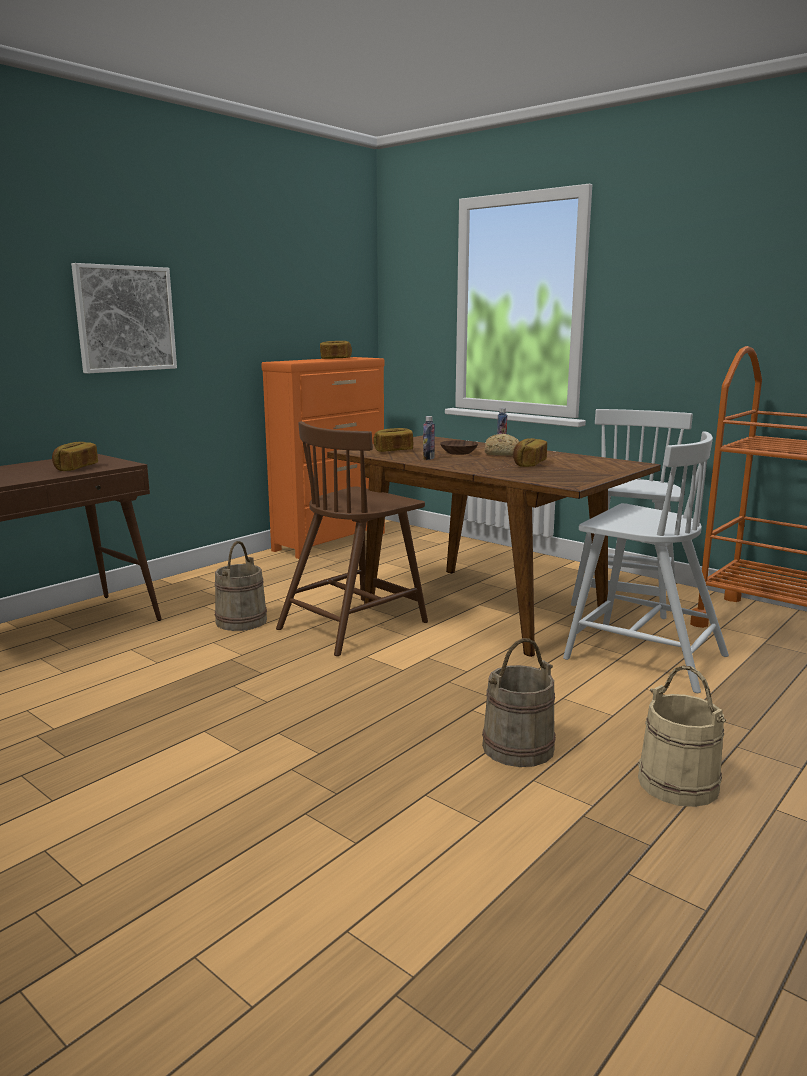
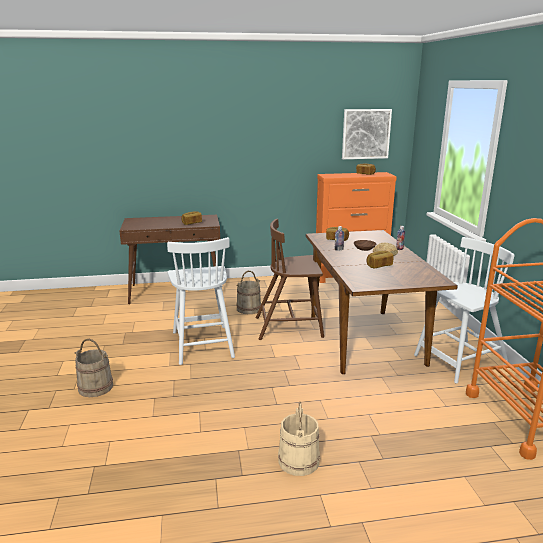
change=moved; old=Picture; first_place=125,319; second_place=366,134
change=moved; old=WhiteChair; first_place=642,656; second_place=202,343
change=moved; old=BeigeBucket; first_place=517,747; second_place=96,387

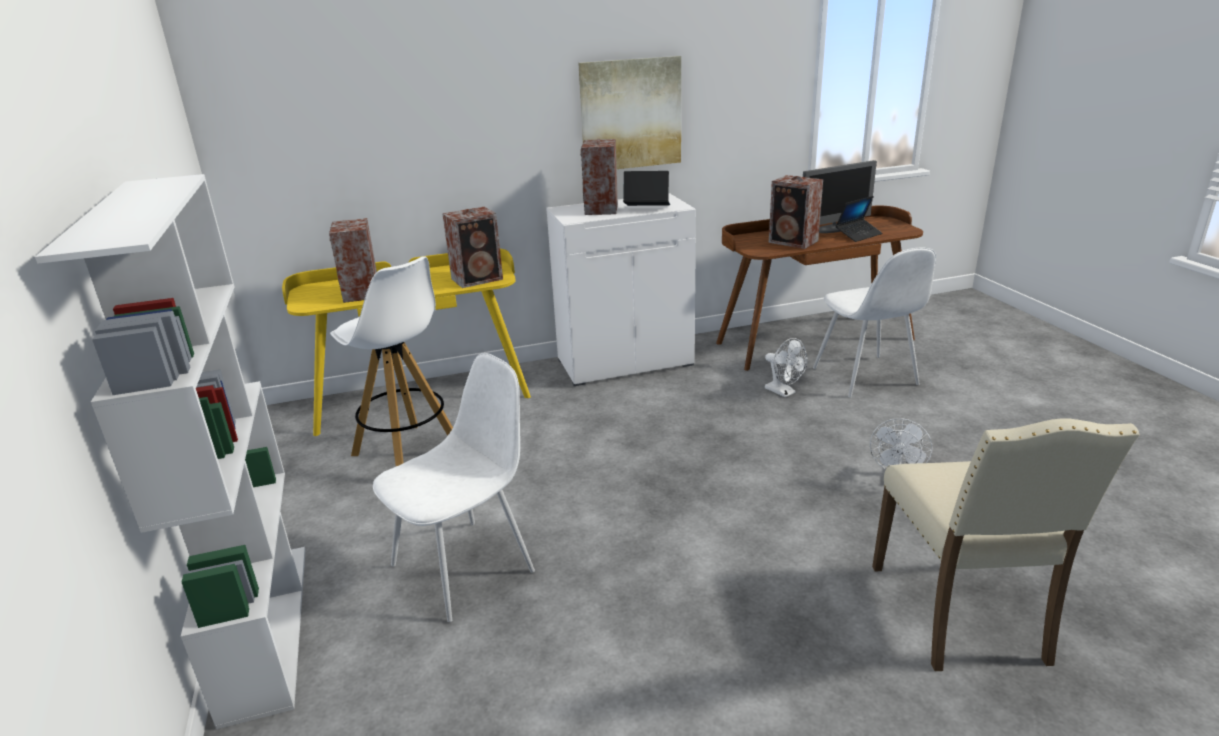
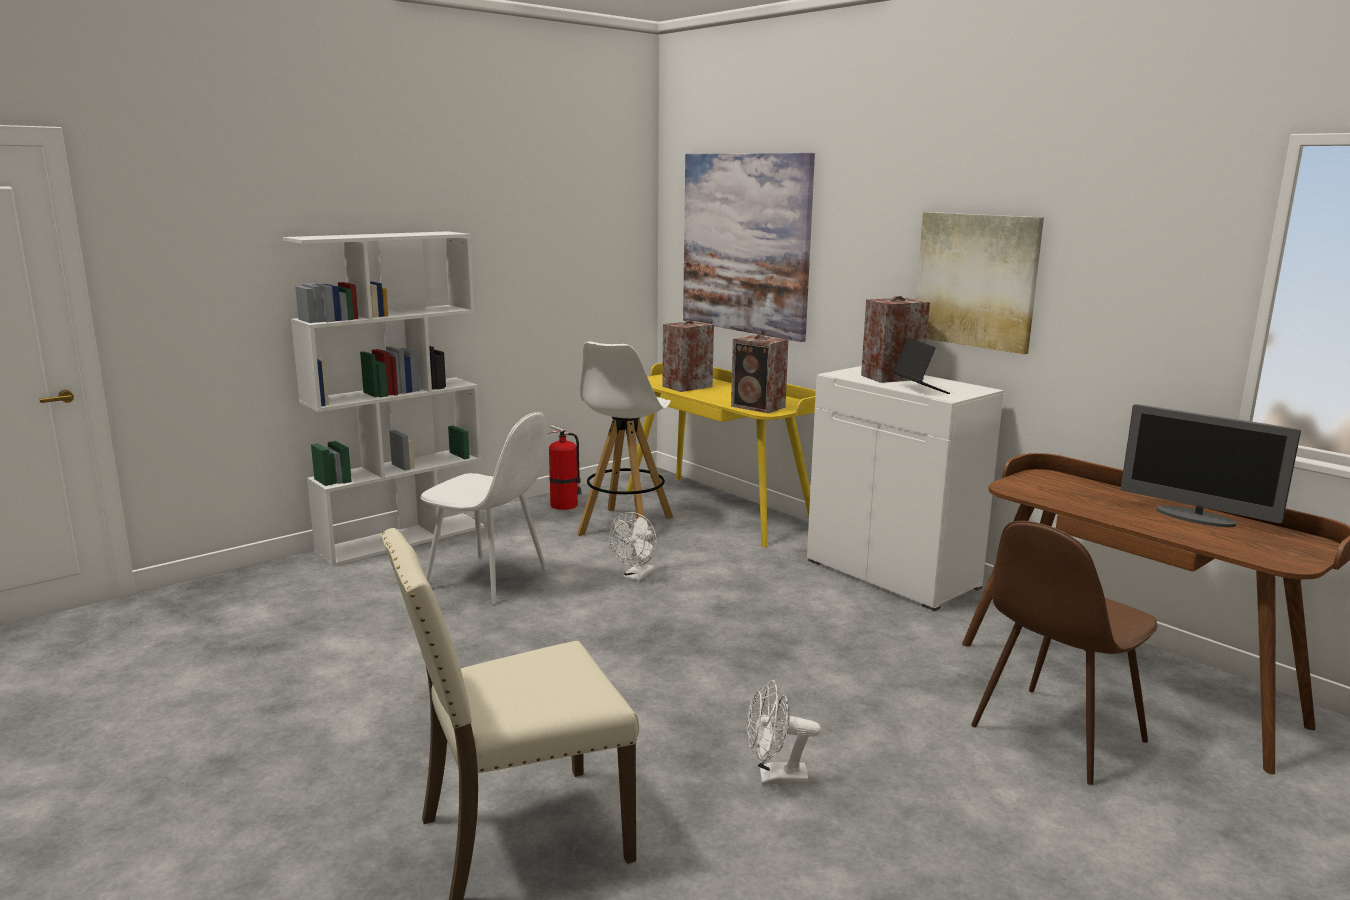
change=removed; old=Speaker; first_place=794,242
change=removed; old=Laptop; first_place=858,235
change=recoloured; old=WhiteChair; new=BrownChair; first_place=866,377; second_place=1055,735
change=moved; old=WhiteFan; first_place=784,392; second_place=636,576
change=added; new=Picture; second_place=745,244
change=added; new=FireExtinguisher; second_place=565,505

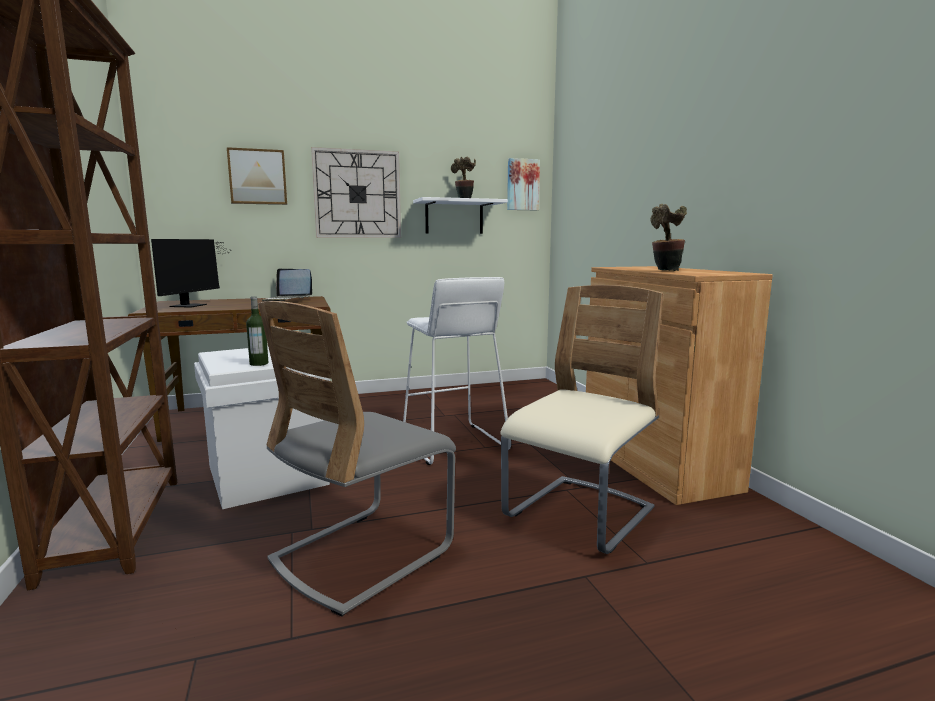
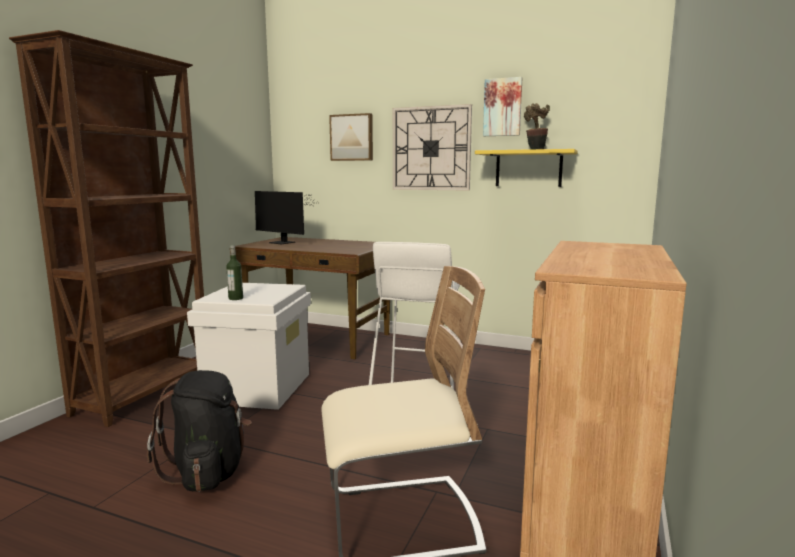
change=moved; old=Picture; first_place=522,185; second_place=502,107
change=recoloured; old=WhiteShelf; new=YellowShelf; first_place=454,217; second_place=528,169
change=removed; old=PottedPlant; first_place=665,271
change=turned; old=Monitor; first_place=192,305; second_place=283,243; degrees=75
change=removed; old=Laptop; first_place=287,299
change=replaced; old=GreyChair; new=BlackBackpack; first_place=362,554; second_place=208,472

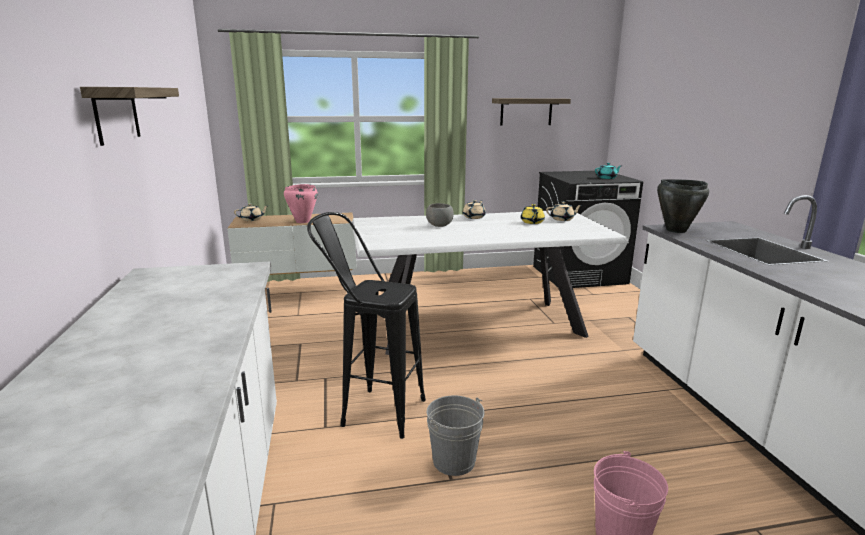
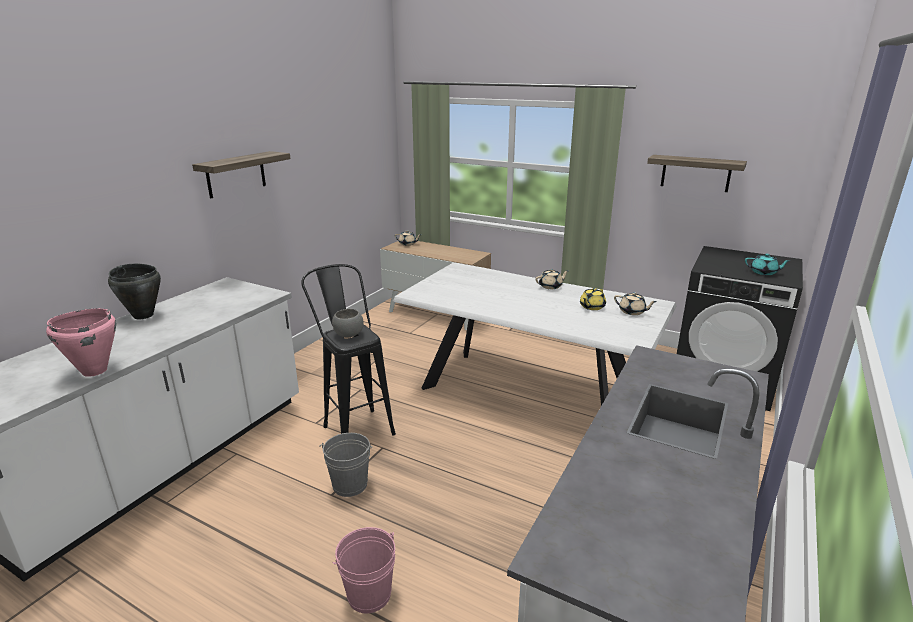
change=moved; old=BlackCookingPot; first_place=675,230; second_place=143,315
change=moved; old=PinkCookingPot; first_place=302,221; second_place=94,371
change=moved; old=GreyBowl; first_place=439,226; second_place=348,335

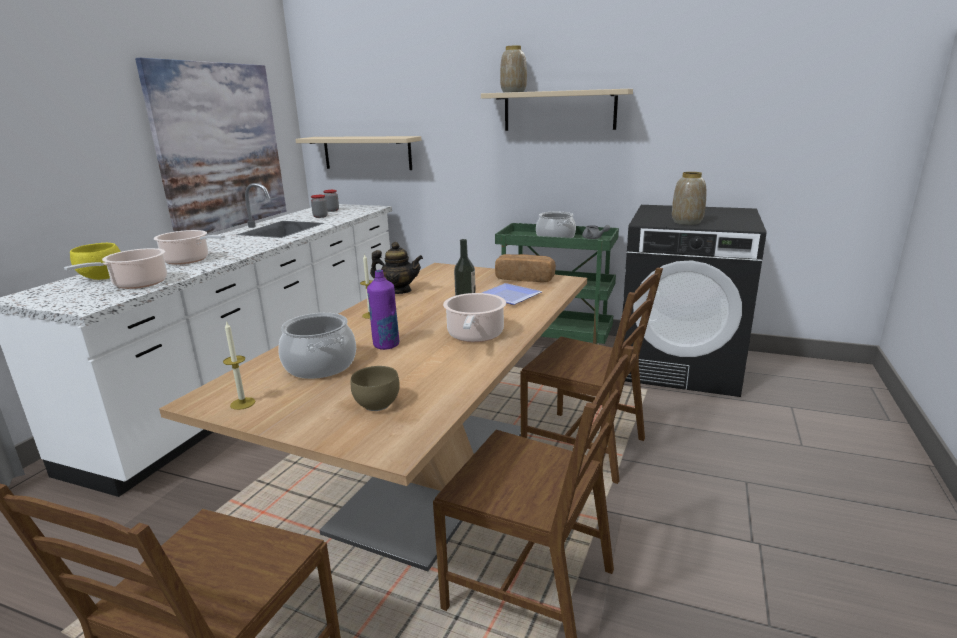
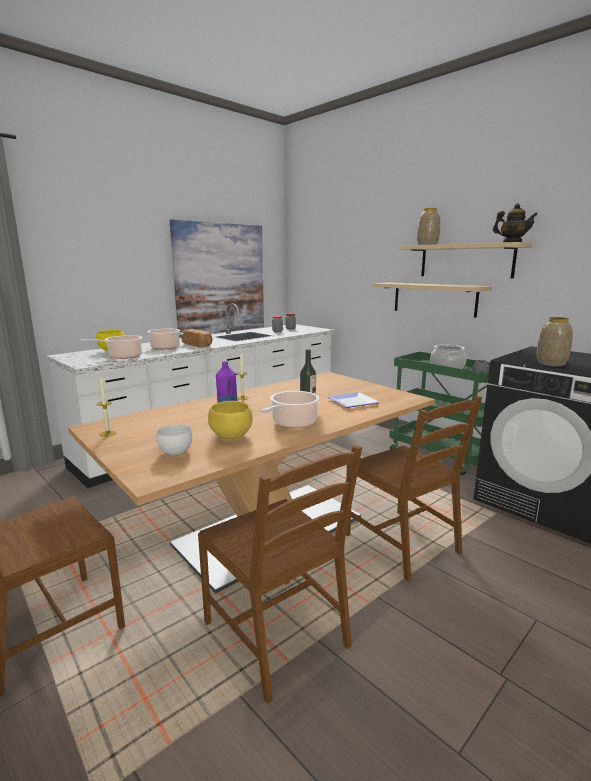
change=moved; old=BeigeShelf; first_place=367,153; second_place=434,299
change=moved; old=Teapot; first_place=398,291; second_place=512,242
change=moved; old=Bread; first_place=525,278; second_place=197,345
change=removed; old=CookingPot; first_place=321,365
change=recoloured; old=BrownBowl; new=WhiteBowl; first_place=377,403; second_place=176,451
change=added; new=YellowBowl; second_place=232,436

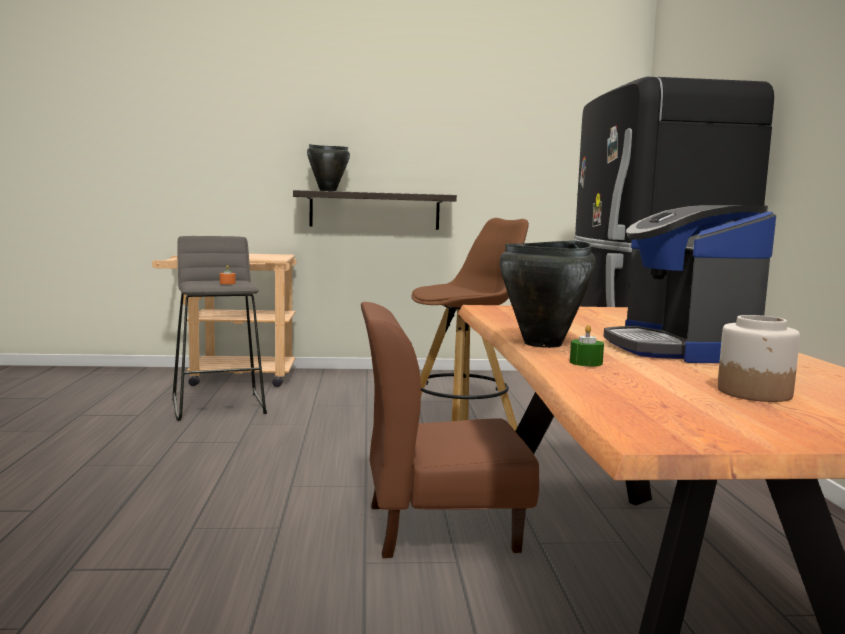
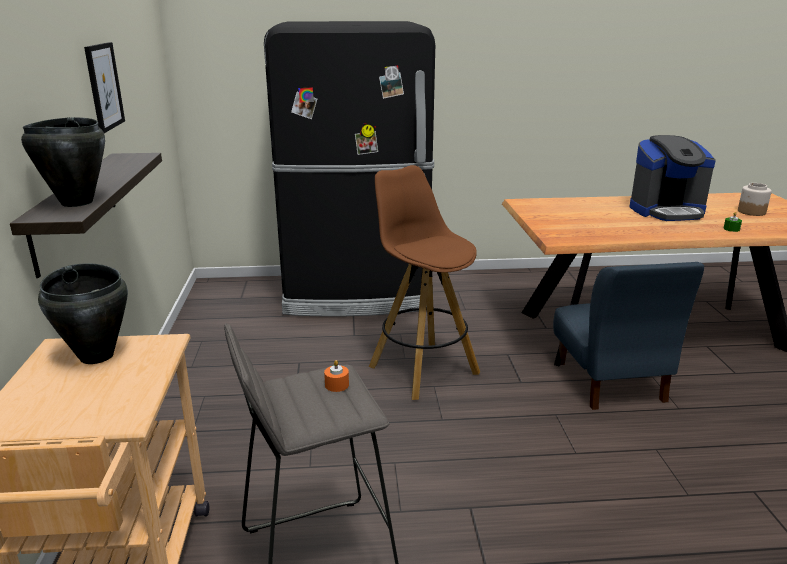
change=moved; old=BlackCookingPot; first_place=544,344; second_place=97,355
change=recoloured; old=BrownChair; new=BlueChair; first_place=439,527; second_place=610,382
change=added; new=Picture; second_place=104,86

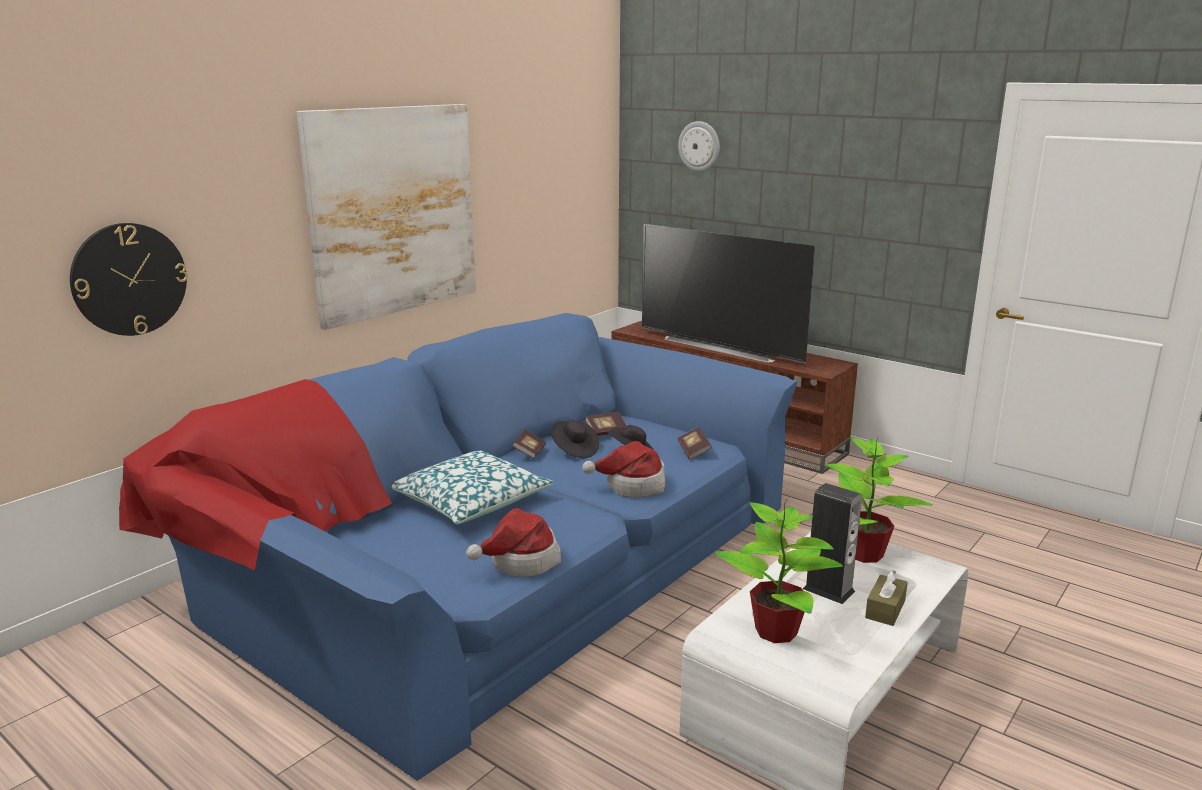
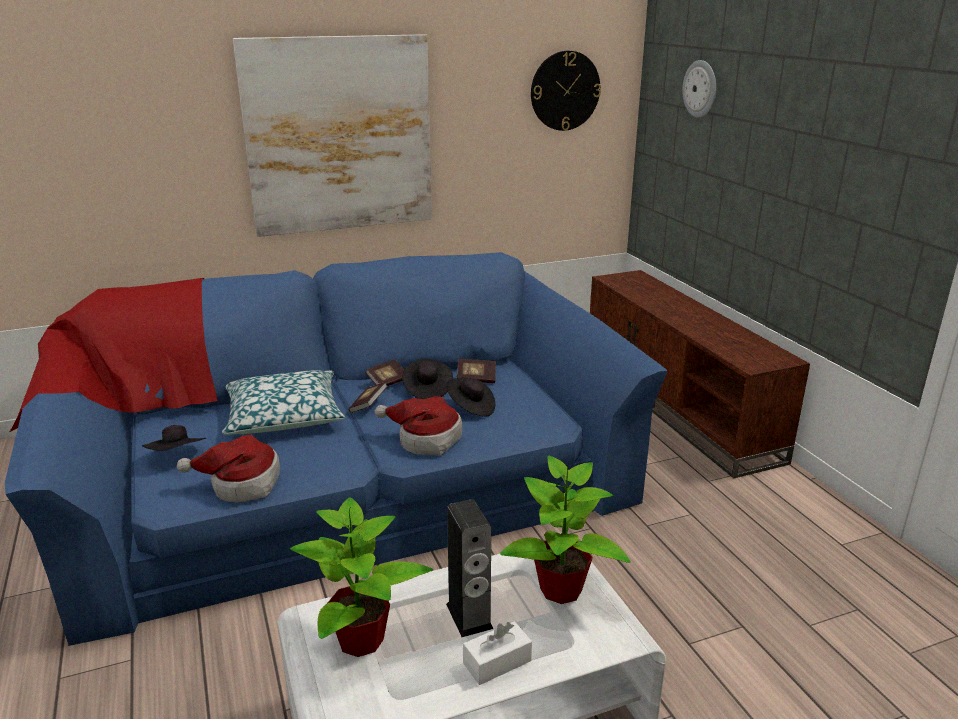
change=moved; old=WallClock; first_place=129,279; second_place=565,91
change=removed; old=Television; first_place=722,346
change=moved; old=Book; first_place=693,451; second_place=368,405
change=recoloured; old=BrownTissueBox; new=WhiteTissueBox; first_place=885,609; second_place=497,662
change=added; new=BlackHat; second_place=178,456

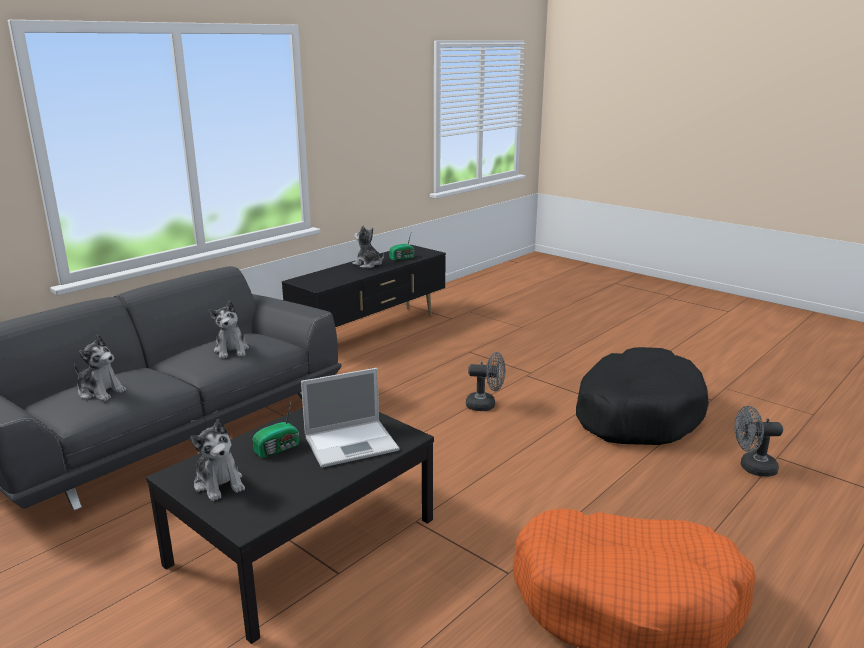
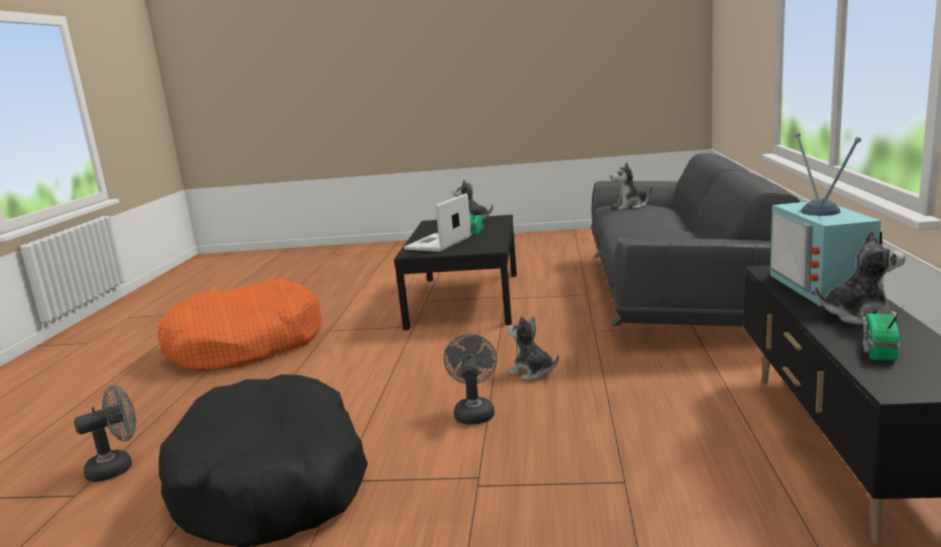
change=moved; old=PlushToy; first_place=232,350; second_place=532,372
change=turned; old=GreyFan; first_place=485,405; second_place=474,412; degrees=120
change=added; new=Television; second_place=825,287

